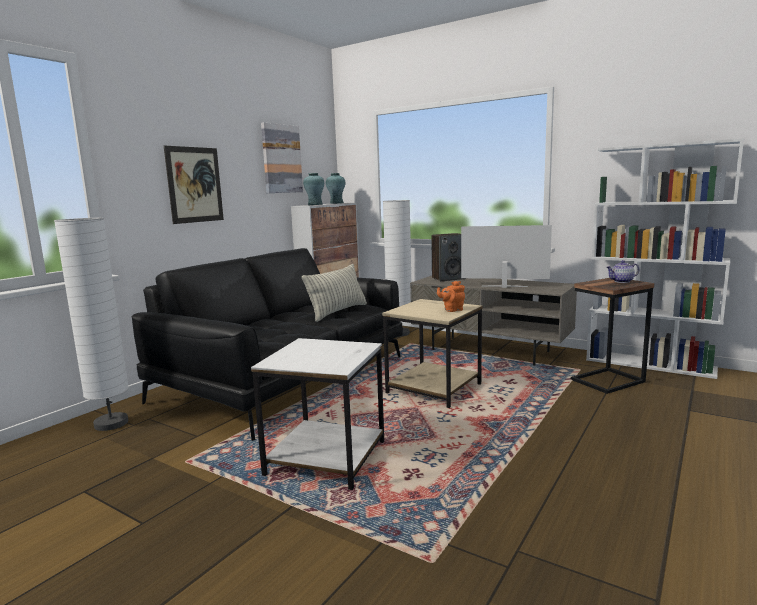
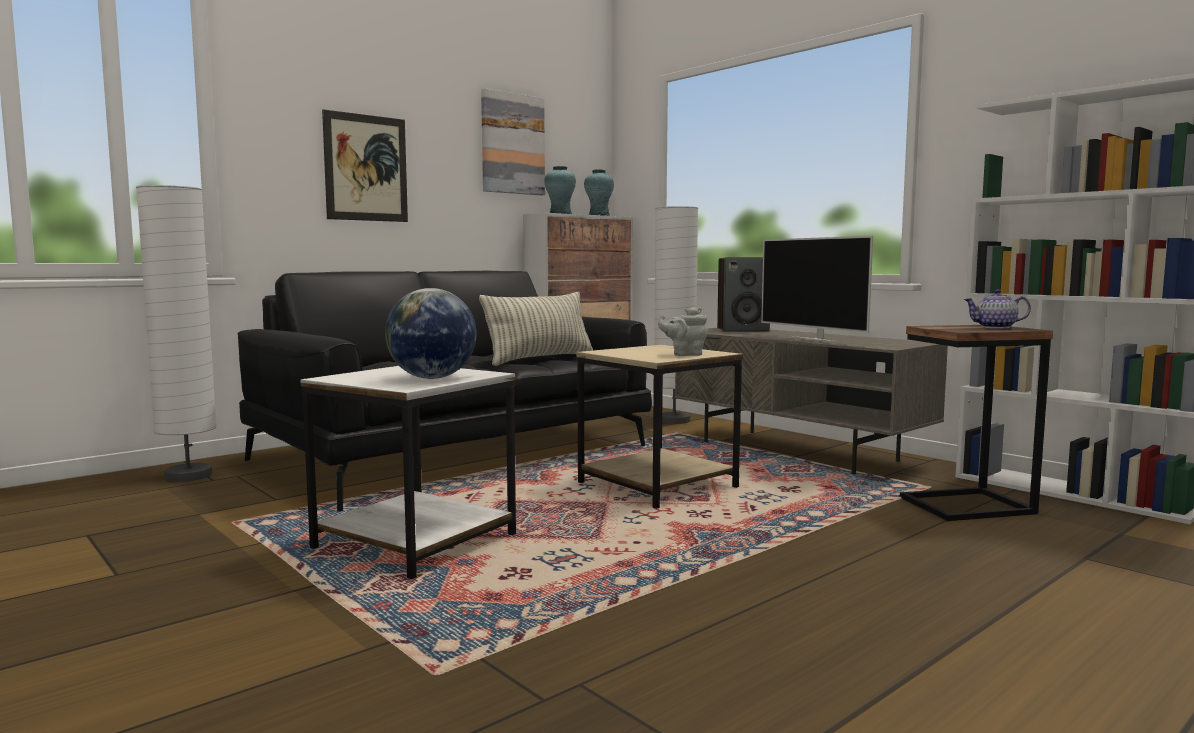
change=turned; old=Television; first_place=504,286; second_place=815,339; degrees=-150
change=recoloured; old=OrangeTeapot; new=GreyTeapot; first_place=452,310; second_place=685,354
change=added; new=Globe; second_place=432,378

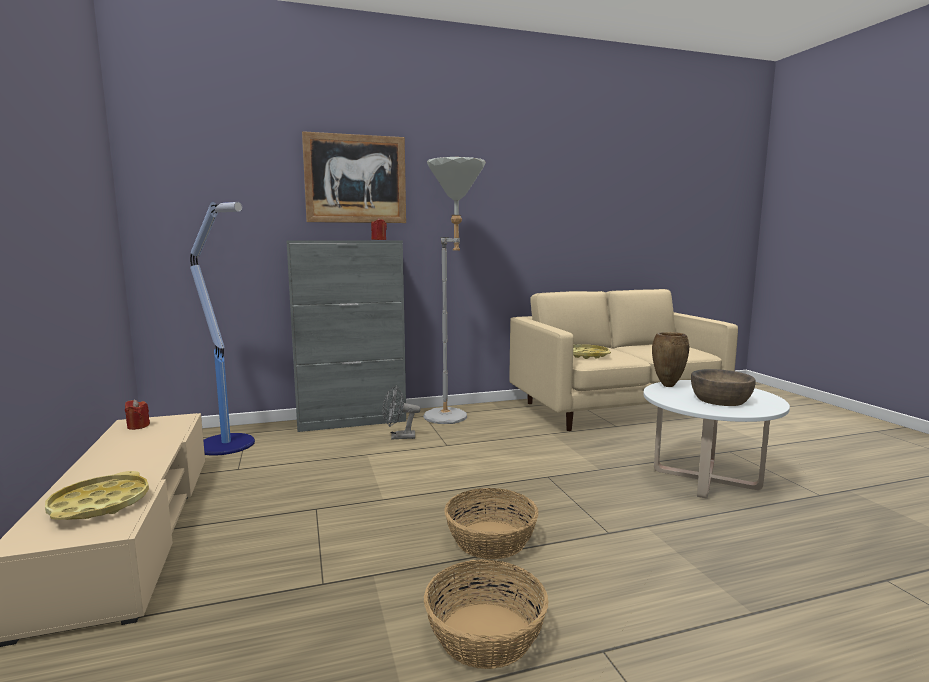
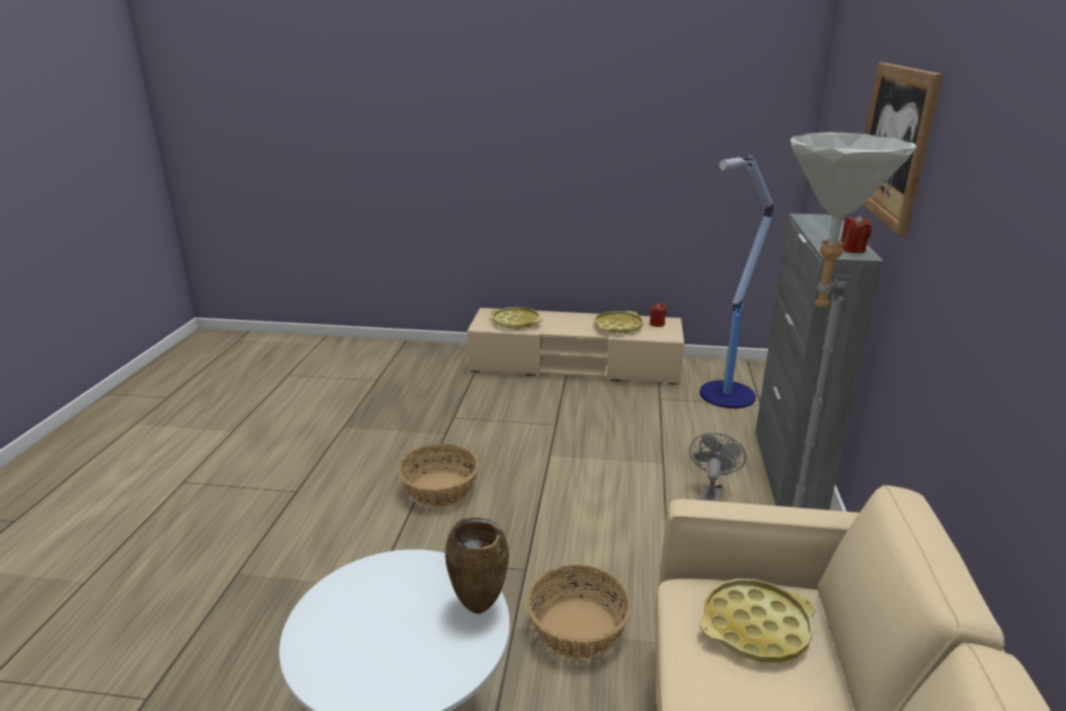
change=removed; old=BrownBowl; first_place=720,400
change=moved; old=Basket; first_place=484,635; second_place=577,627
change=added; new=YellowTray; second_place=618,327

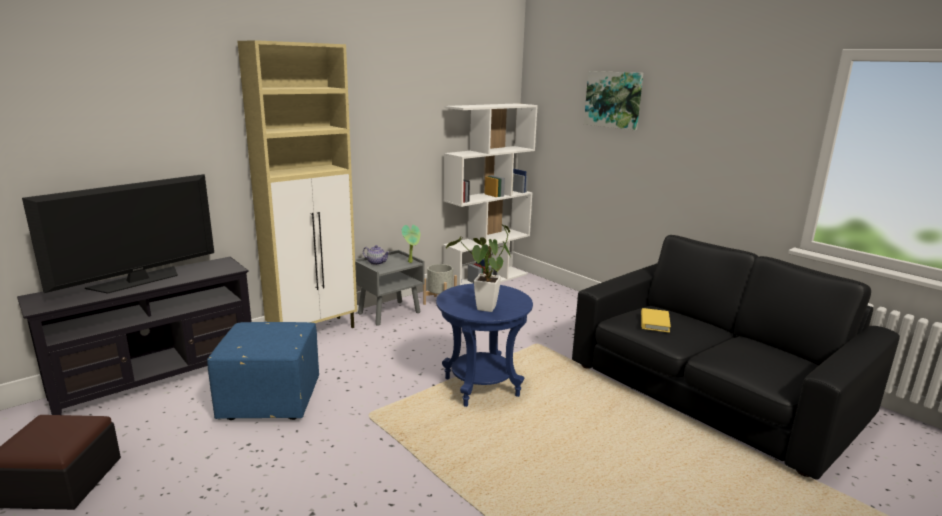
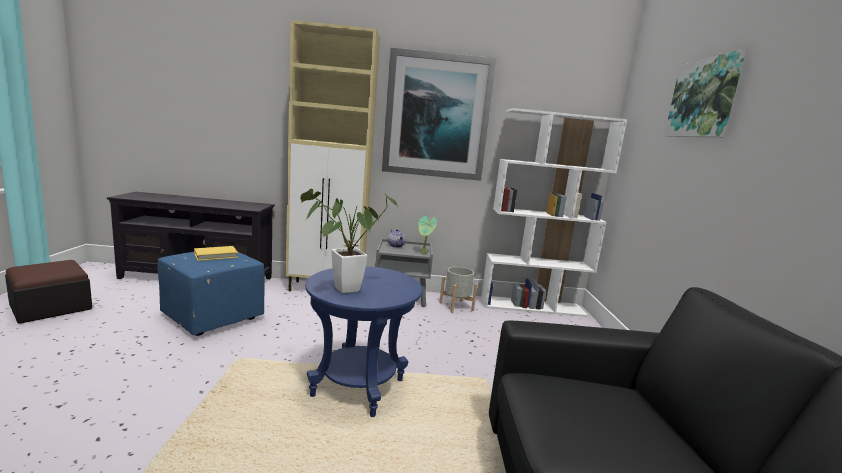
change=removed; old=Television; first_place=138,280
change=moved; old=YellowBook; first_place=654,322; second_place=216,255
change=added; new=Picture; second_place=437,116

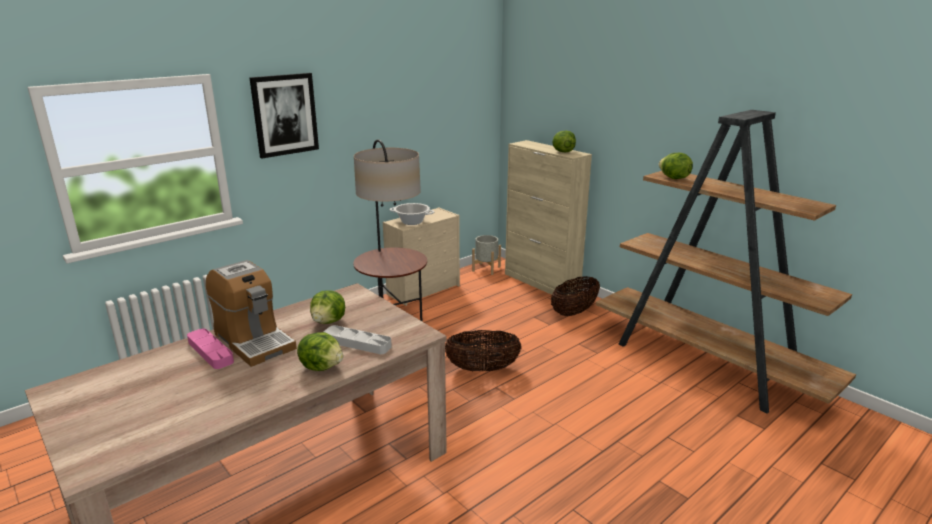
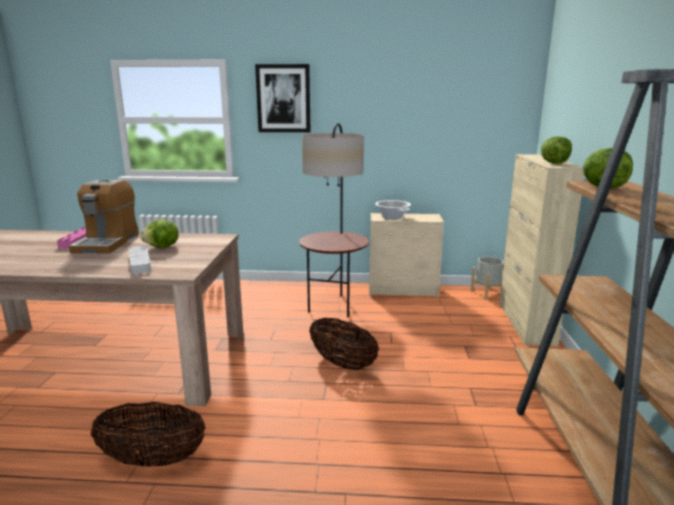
change=moved; old=Basket; first_place=574,312; second_place=153,460
change=removed; old=Lettuce; first_place=322,366

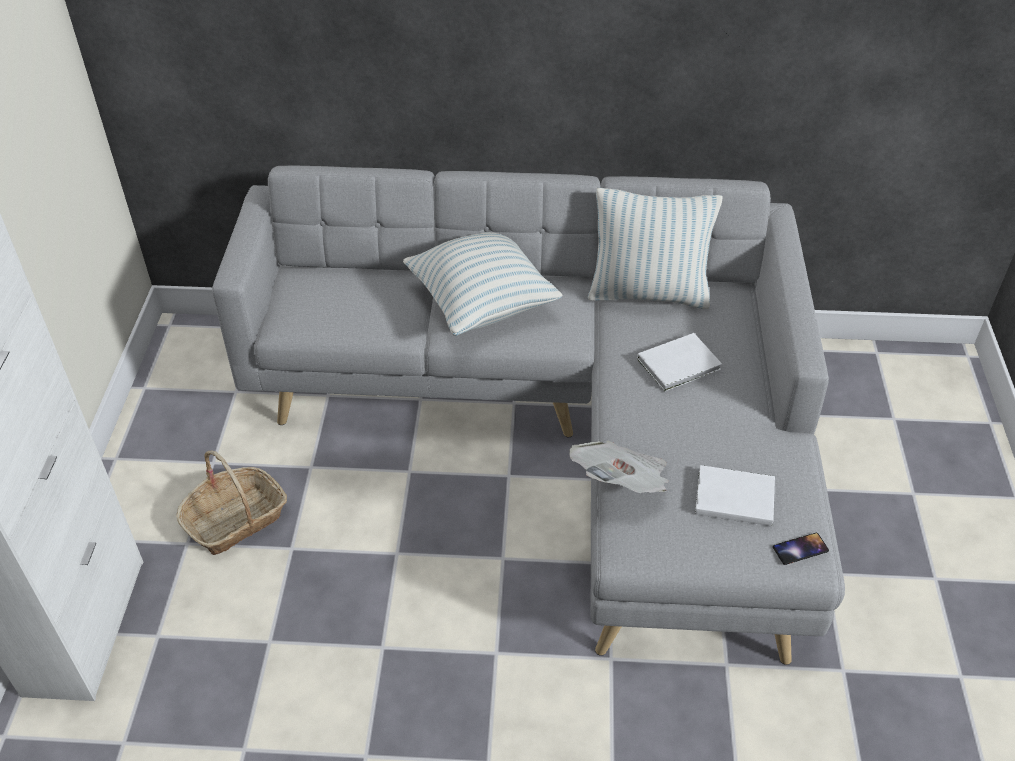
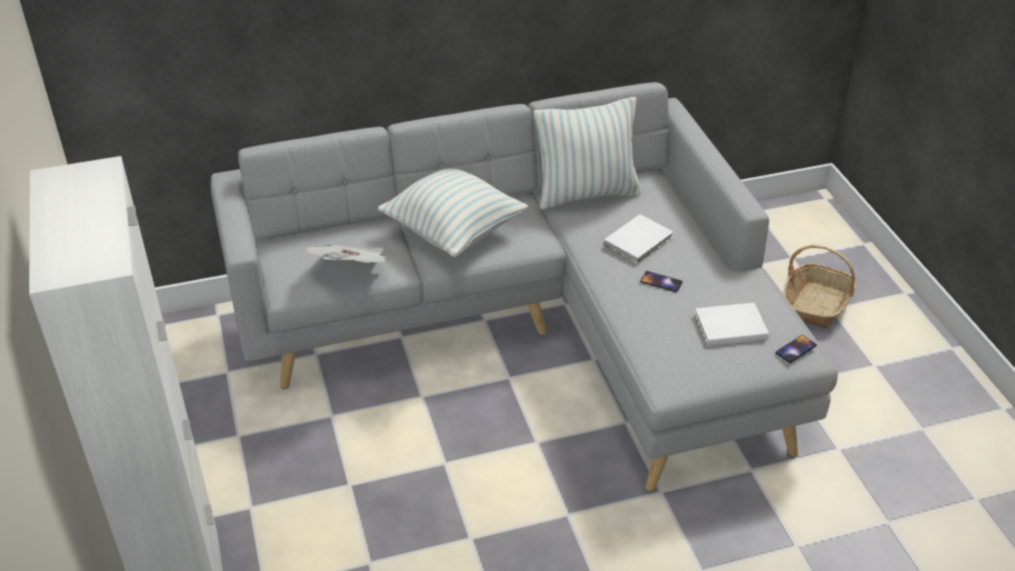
change=moved; old=Newspaper; first_place=621,483; second_place=352,270
change=moved; old=Basket; first_place=236,519; second_place=816,303
change=added; new=Phone; second_place=661,282

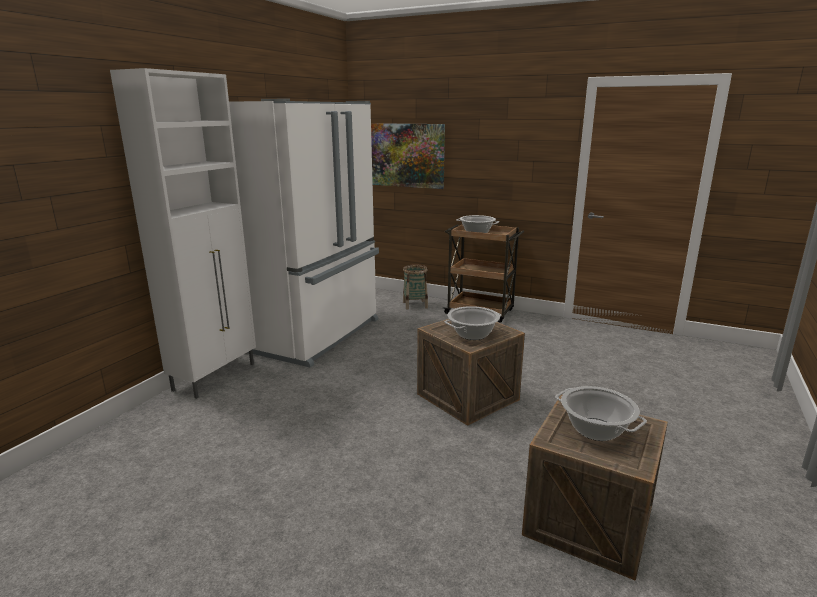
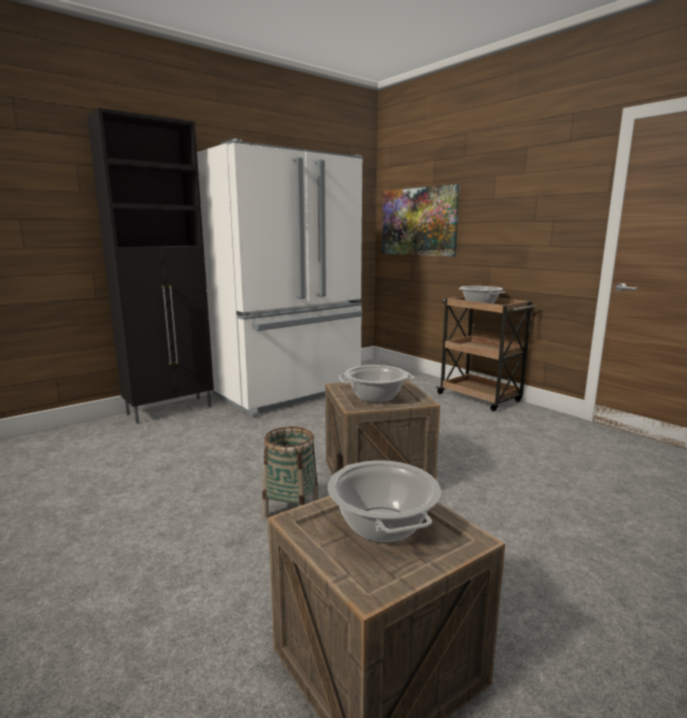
change=recoloured; old=WhiteCabinet; new=BlackCabinet; first_place=216,376; second_place=171,410
change=moved; old=Basket; first_place=415,305; second_place=291,508

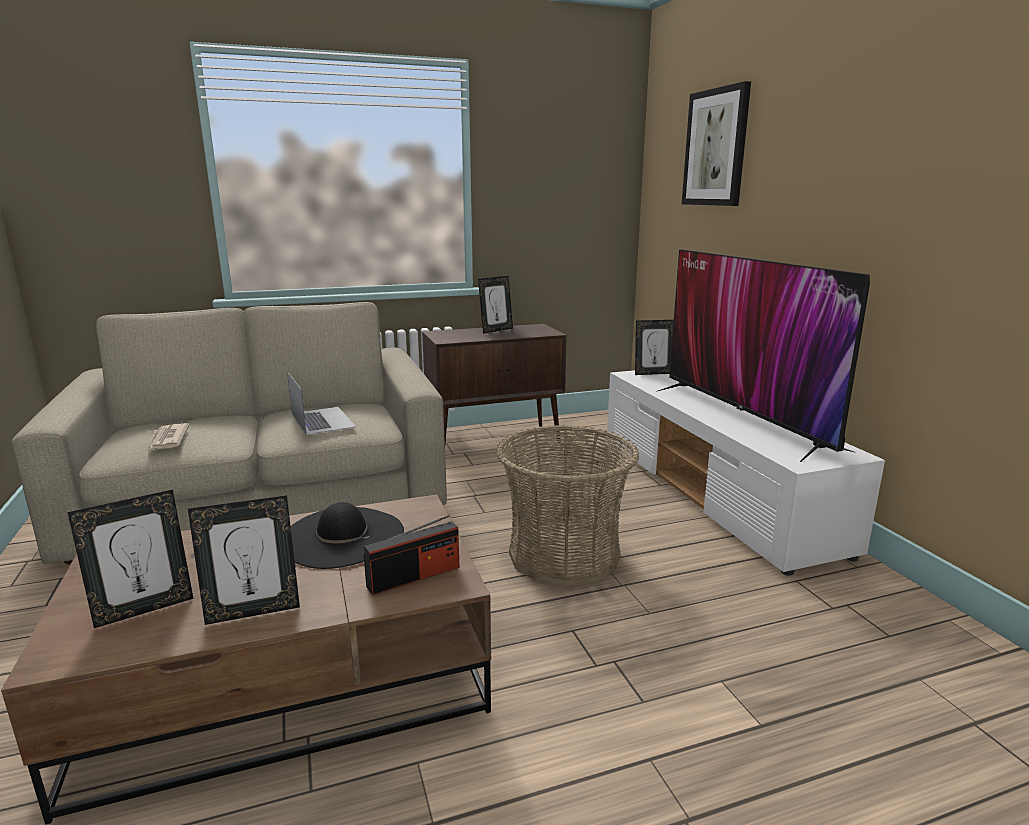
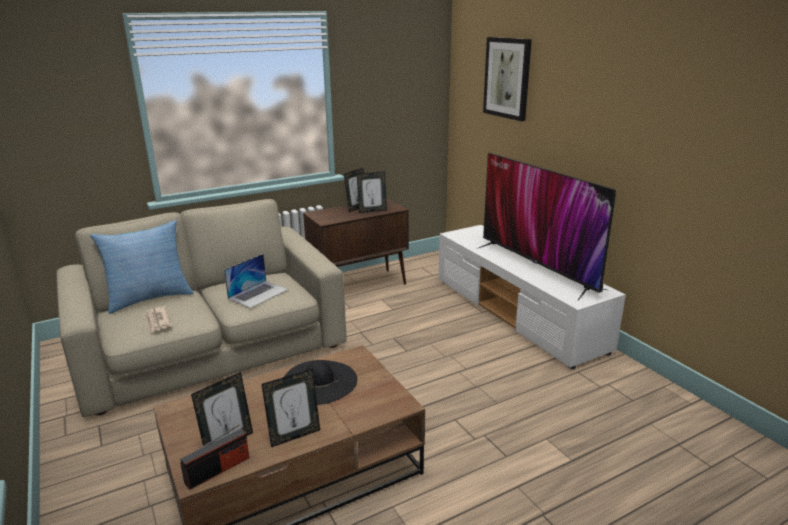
change=moved; old=PictureFrame; first_place=653,373; second_place=372,210
change=turned; old=Laptop; first_place=322,420; second_place=258,294; degrees=75
change=removed; old=Basket; first_place=563,555
change=moved; old=Radio; first_place=414,576; second_place=218,470
change=added; new=Pillow; second_place=149,298

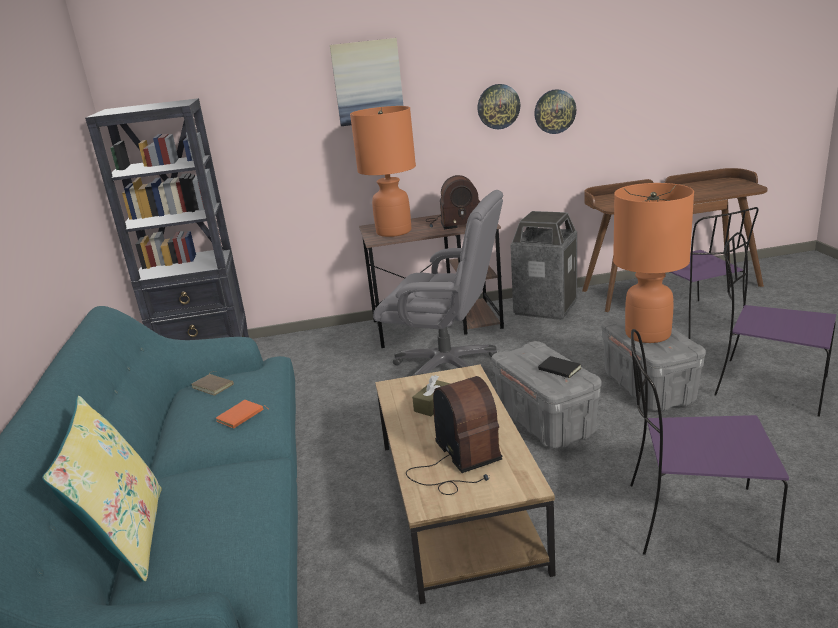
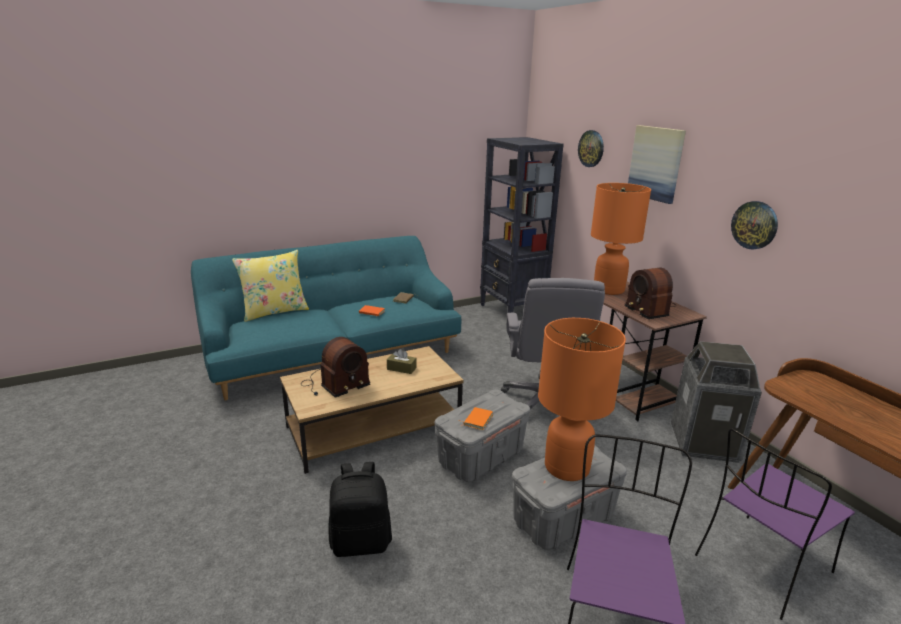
change=moved; old=WallClock; first_place=554,111; second_place=591,148
change=replaced; old=PurpleChair; new=BlackBackpack; first_place=693,521; second_place=361,542
change=recoloured; old=BlackBook; new=OrangeBook; first_place=558,370; second_place=477,419

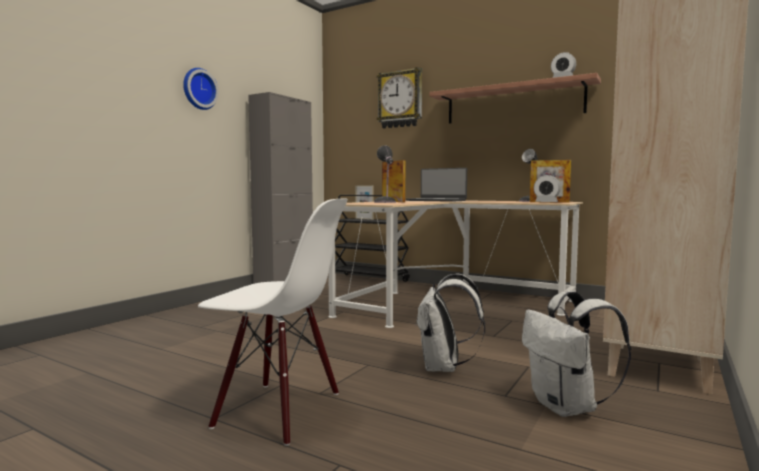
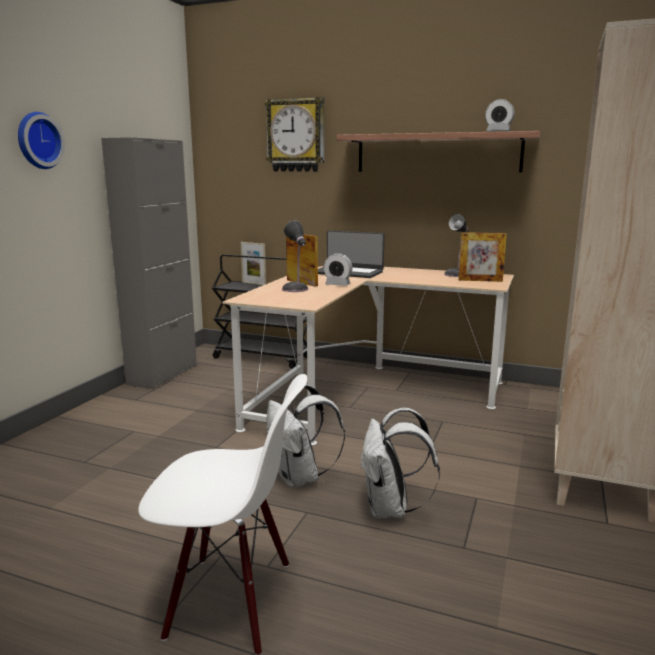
change=moved; old=AlarmClock; first_place=546,202; second_place=337,284
change=moved; old=WhiteBackpack; first_place=567,407; second_place=300,478

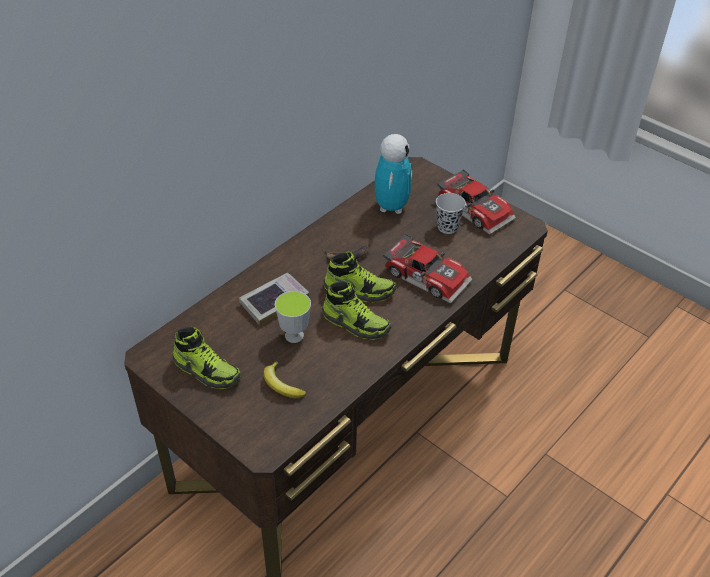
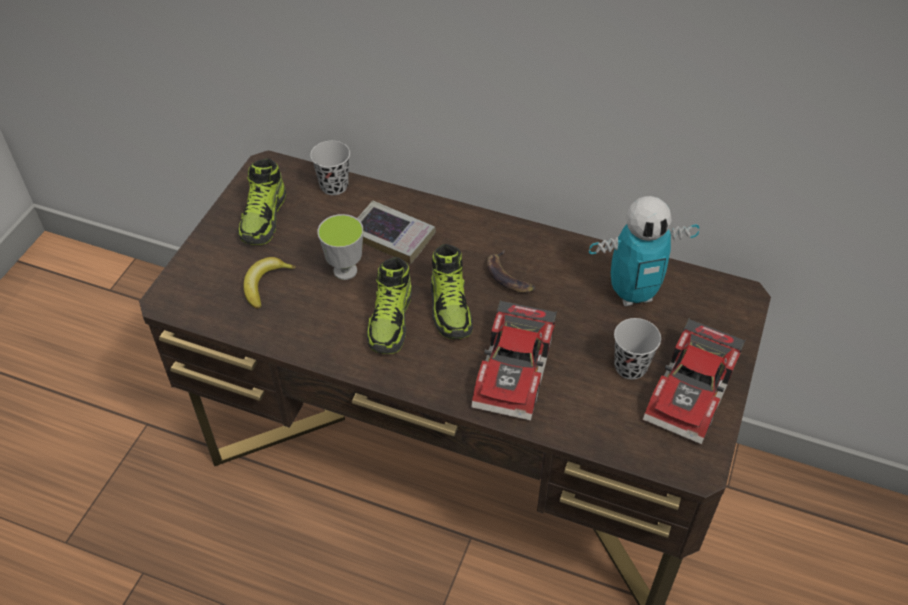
change=added; new=BlackCup; second_place=334,186

